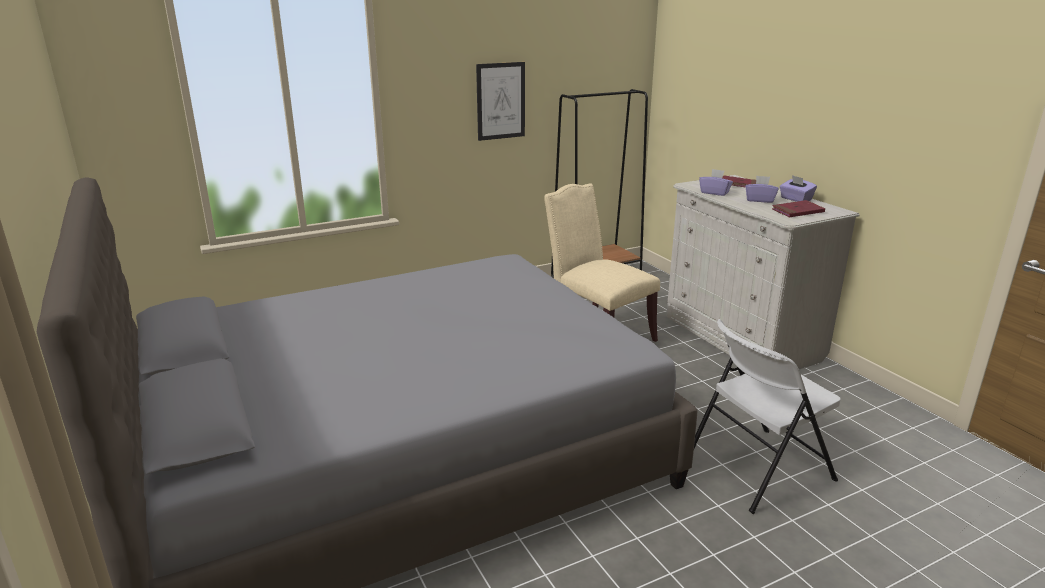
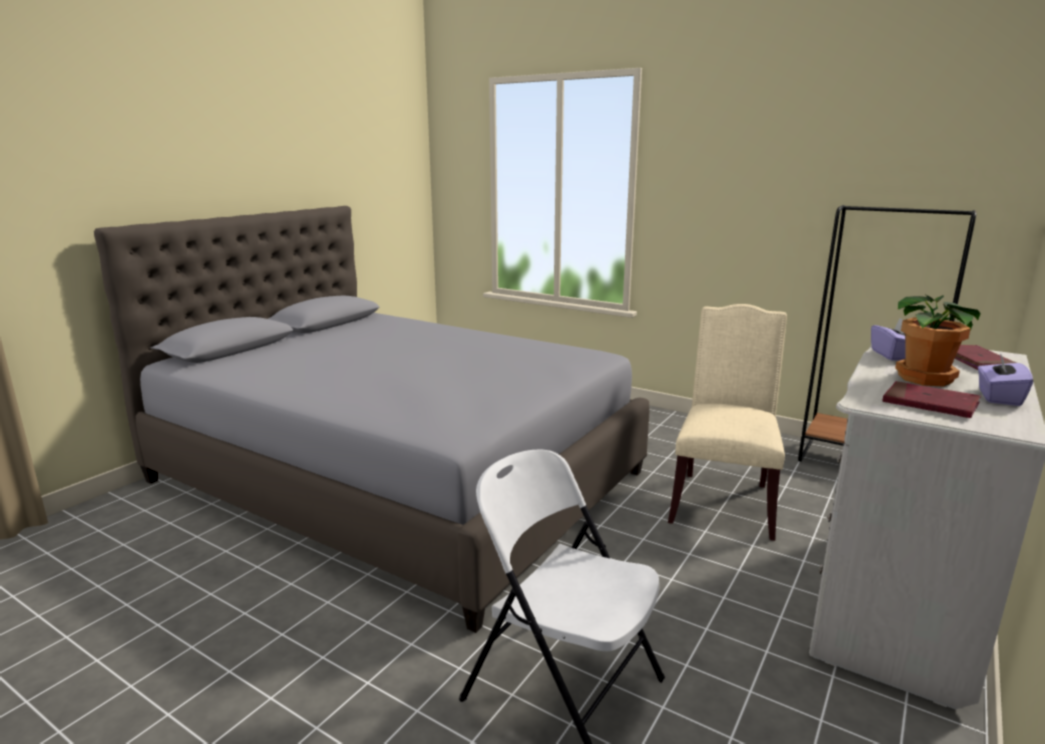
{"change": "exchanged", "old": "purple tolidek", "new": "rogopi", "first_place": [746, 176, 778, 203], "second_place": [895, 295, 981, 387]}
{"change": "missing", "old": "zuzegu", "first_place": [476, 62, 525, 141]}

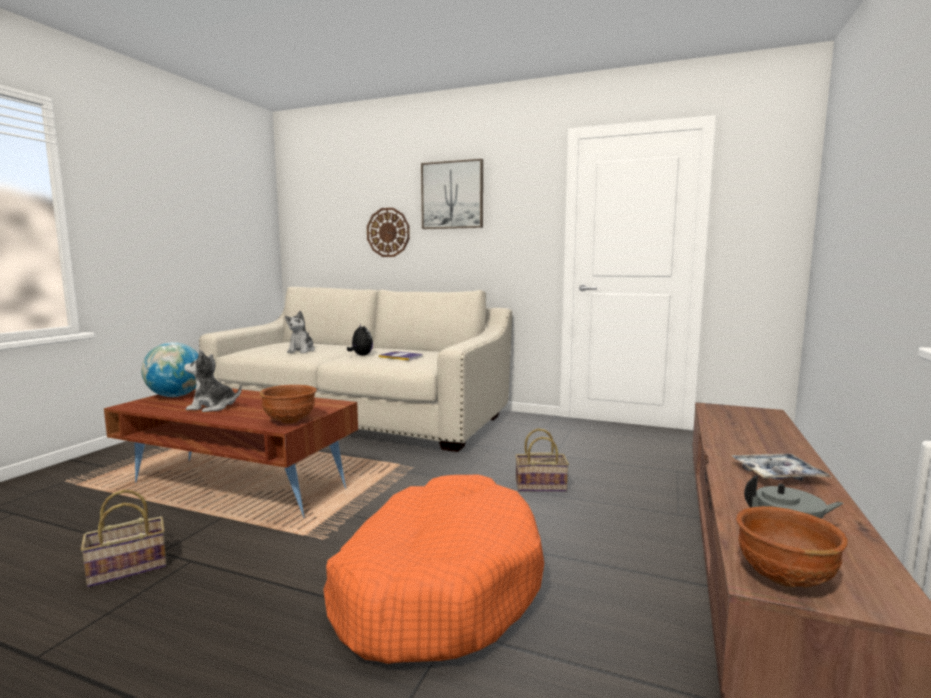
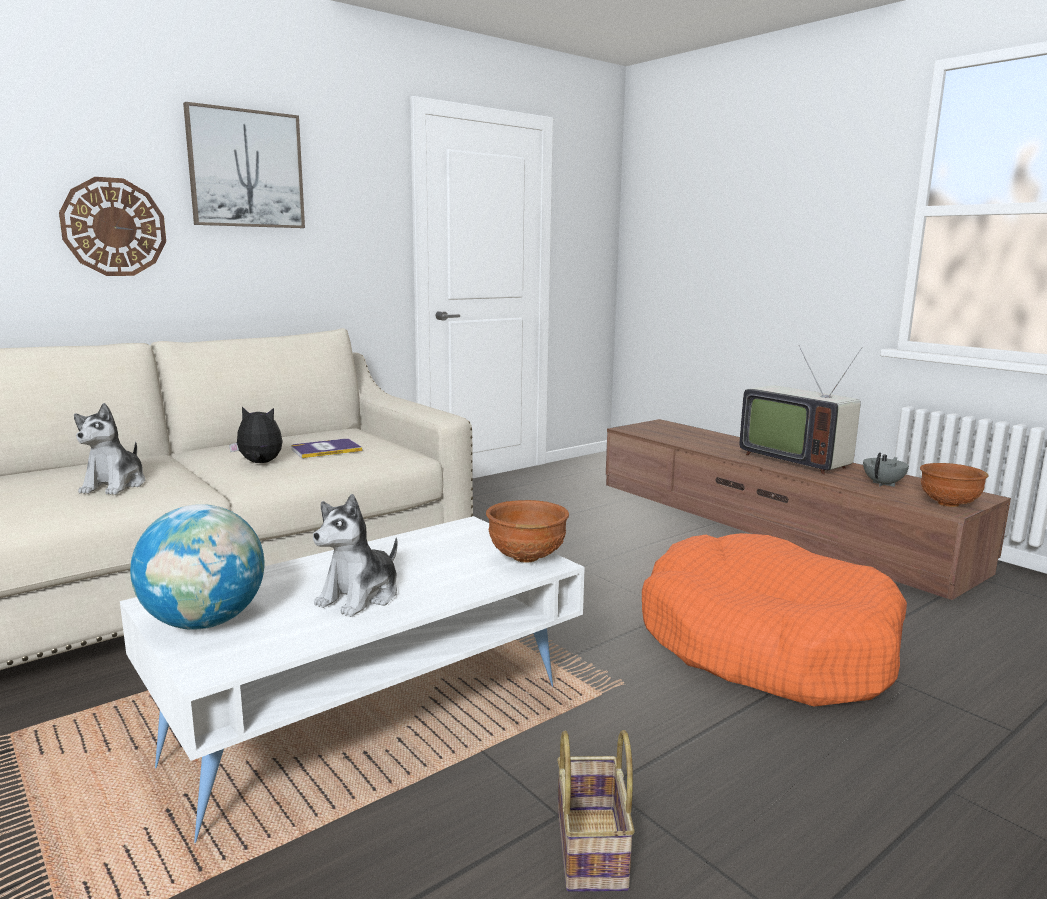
{"change": "spun", "old": "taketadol", "first_place": [285, 311, 315, 353], "second_place": [74, 403, 145, 495], "degrees": 60}
{"change": "colour", "old": "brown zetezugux", "new": "white zetezugux", "first_place": [104, 388, 358, 518], "second_place": [120, 516, 585, 843]}
{"change": "exchanged", "old": "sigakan", "new": "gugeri", "first_place": [732, 454, 833, 481], "second_place": [740, 345, 862, 475]}
{"change": "missing", "old": "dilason", "first_place": [515, 428, 569, 492]}

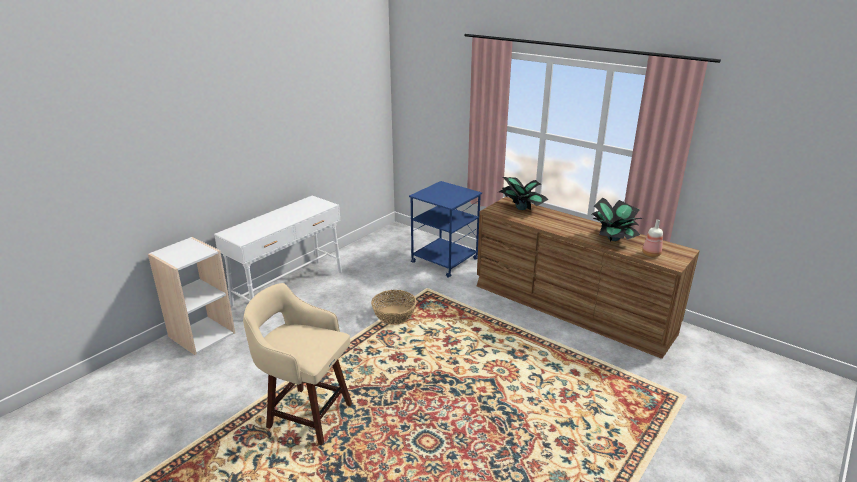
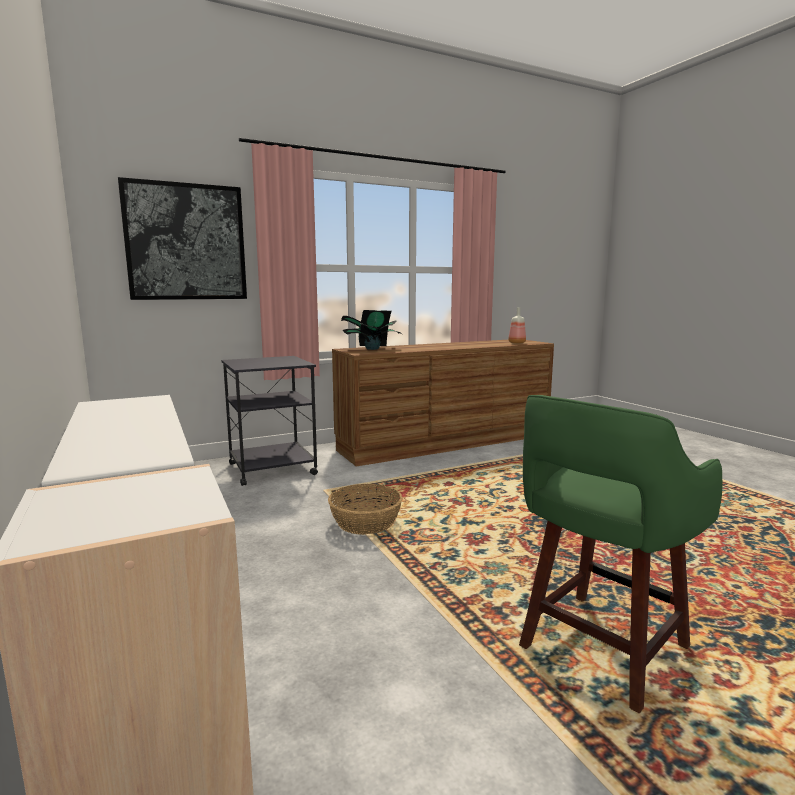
{"change": "appeared", "new": "zuzegu", "second_place": [118, 177, 247, 300]}
{"change": "colour", "old": "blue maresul", "new": "black maresul", "first_place": [409, 181, 482, 278], "second_place": [221, 356, 318, 486]}
{"change": "colour", "old": "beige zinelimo", "new": "green zinelimo", "first_place": [243, 283, 352, 445], "second_place": [519, 395, 722, 713]}
{"change": "missing", "old": "rogopi", "first_place": [592, 197, 643, 241]}

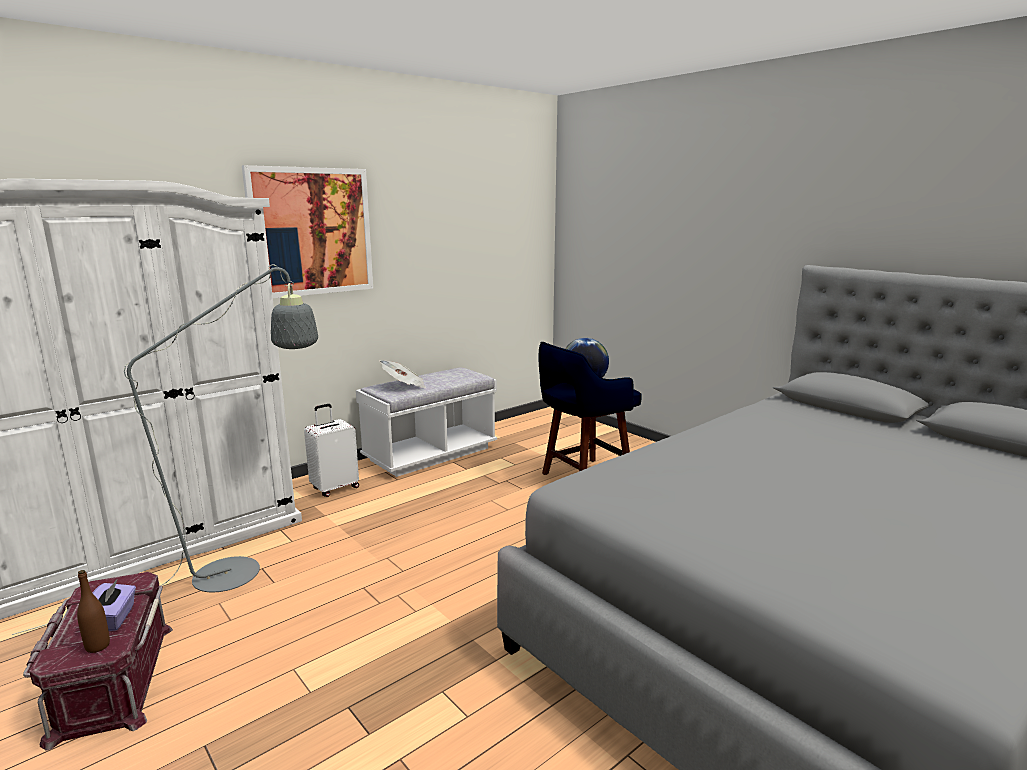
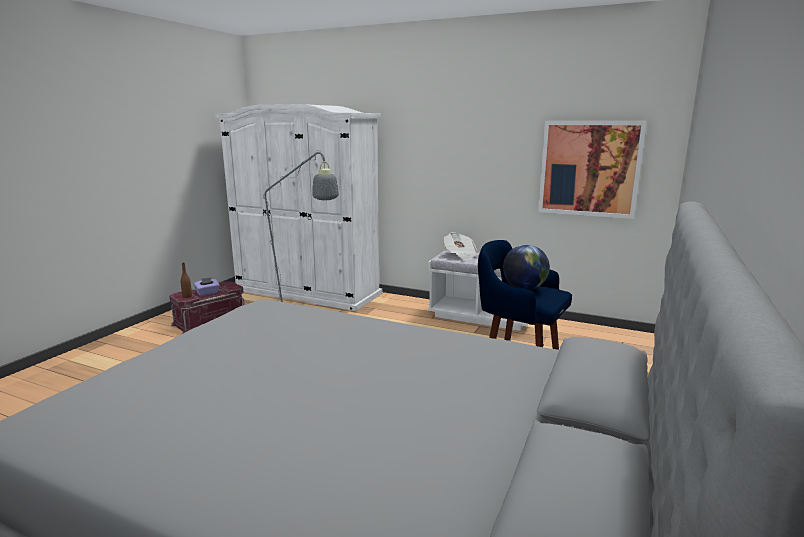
{"change": "relocated", "old": "zuzegu", "first_place": [242, 165, 373, 298], "second_place": [538, 121, 647, 219]}
{"change": "missing", "old": "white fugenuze", "first_place": [304, 404, 359, 497]}

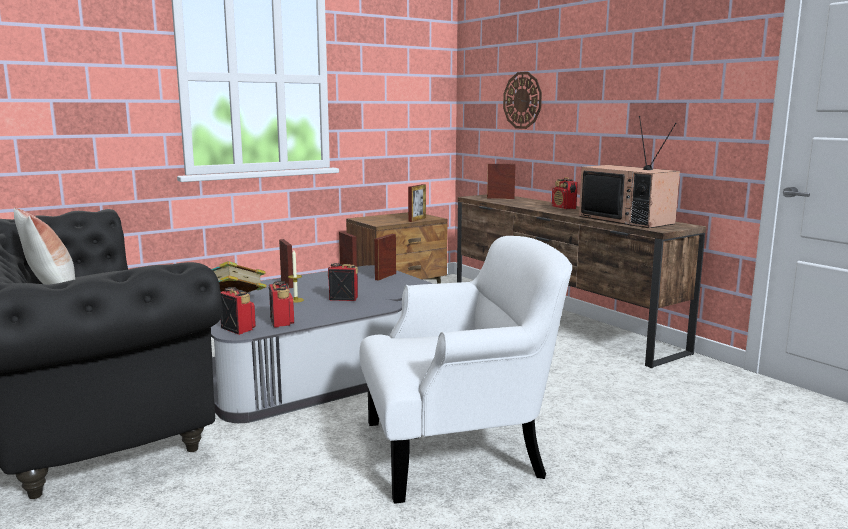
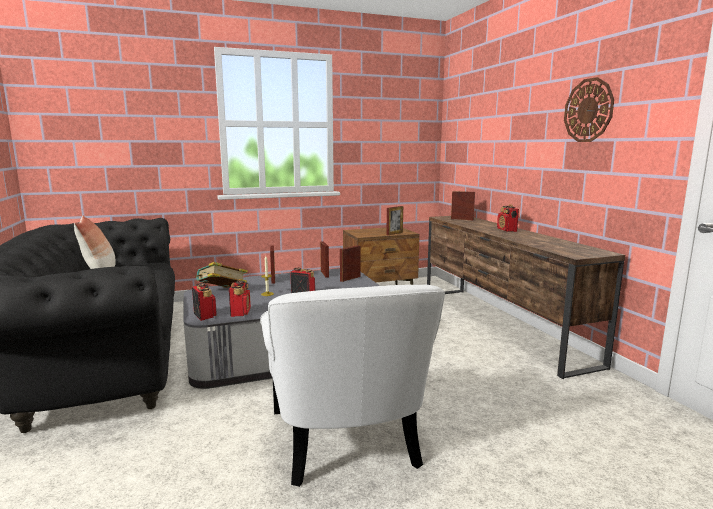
{"change": "spun", "old": "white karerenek", "first_place": [359, 236, 572, 504], "second_place": [260, 285, 445, 487], "degrees": 75}
{"change": "relocated", "old": "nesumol", "first_place": [503, 72, 542, 129], "second_place": [564, 77, 614, 142]}
{"change": "missing", "old": "gugeri", "first_place": [579, 116, 680, 228]}

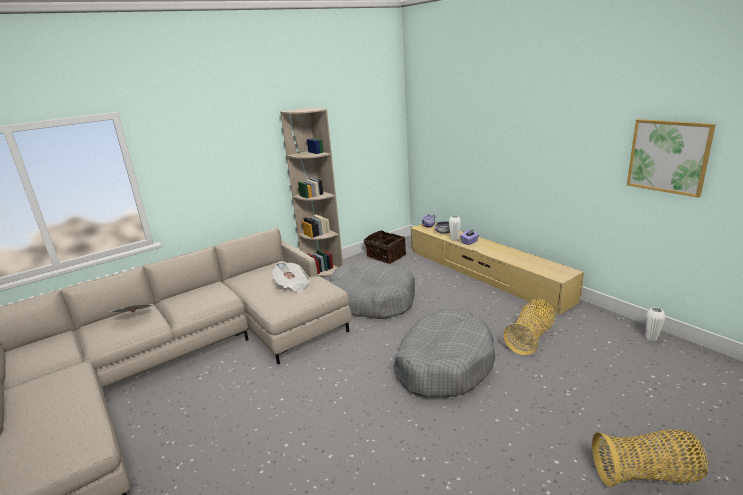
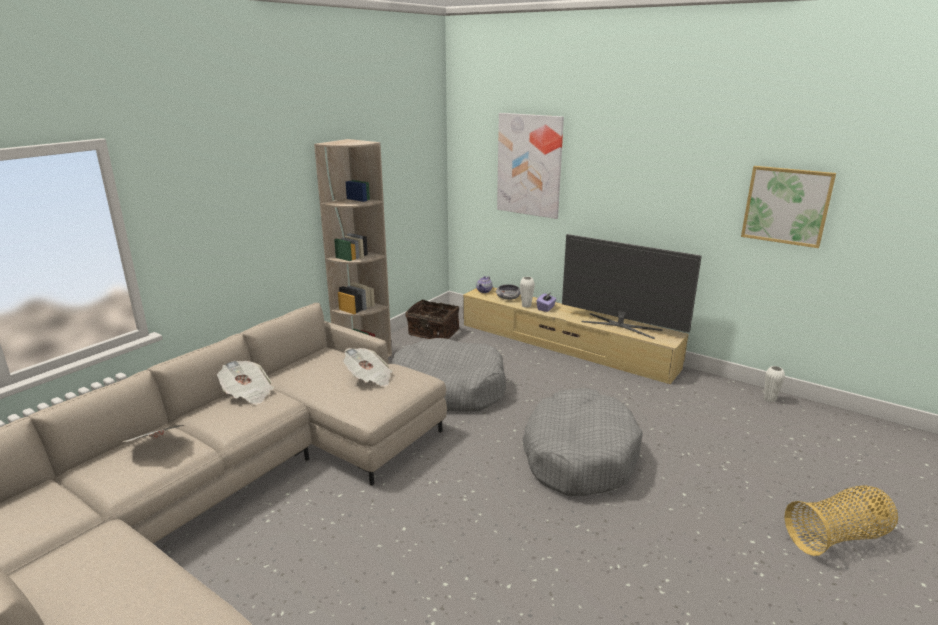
{"change": "appeared", "new": "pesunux", "second_place": [217, 361, 274, 405]}
{"change": "appeared", "new": "zuzegu", "second_place": [497, 113, 564, 219]}
{"change": "appeared", "new": "gugeri", "second_place": [562, 234, 702, 339]}
{"change": "missing", "old": "dilason", "first_place": [503, 299, 555, 355]}

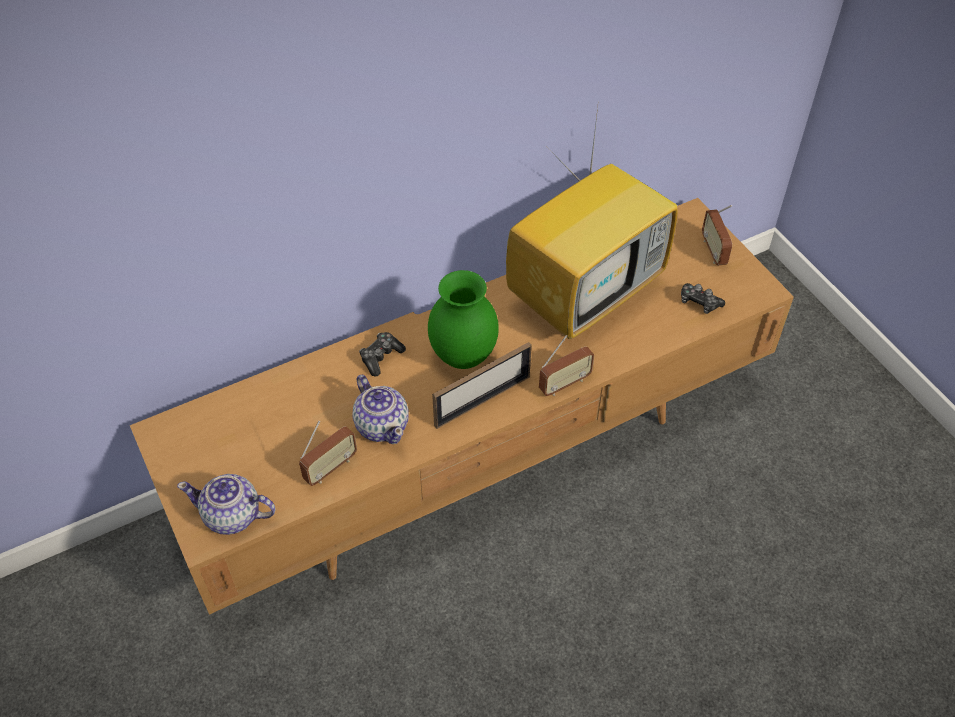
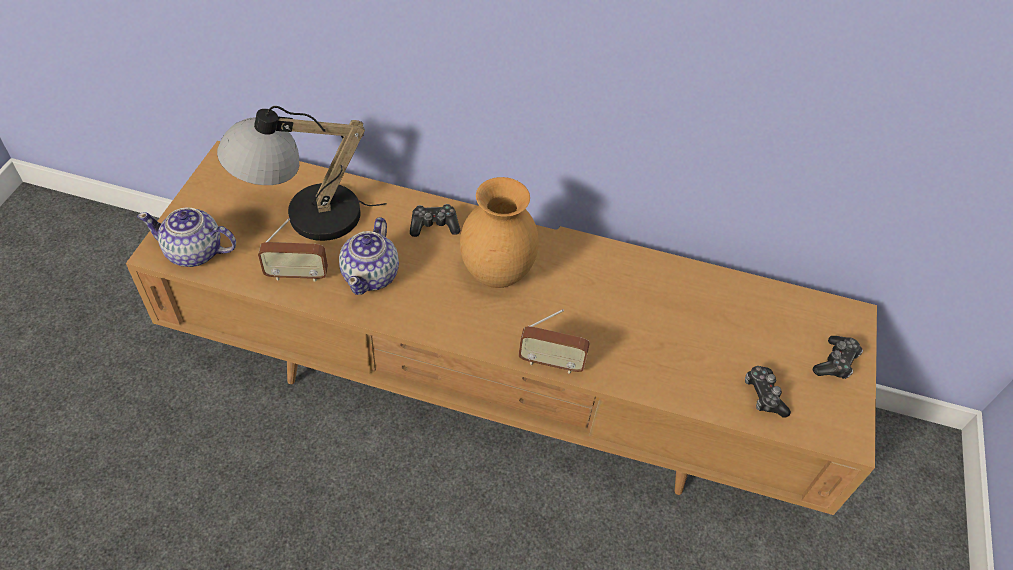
{"change": "spun", "old": "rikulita", "first_place": [177, 474, 276, 535], "second_place": [137, 207, 236, 267], "degrees": -45}
{"change": "appeared", "new": "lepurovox", "second_place": [217, 106, 387, 241]}
{"change": "colour", "old": "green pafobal", "new": "brown pafobal", "first_place": [428, 270, 499, 369], "second_place": [460, 177, 539, 288]}
{"change": "exchanged", "old": "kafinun", "new": "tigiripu", "first_place": [702, 205, 732, 266], "second_place": [813, 336, 863, 379]}
{"change": "missing", "old": "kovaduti", "first_place": [432, 342, 532, 429]}
{"change": "missing", "old": "gugeri", "first_place": [506, 99, 678, 339]}

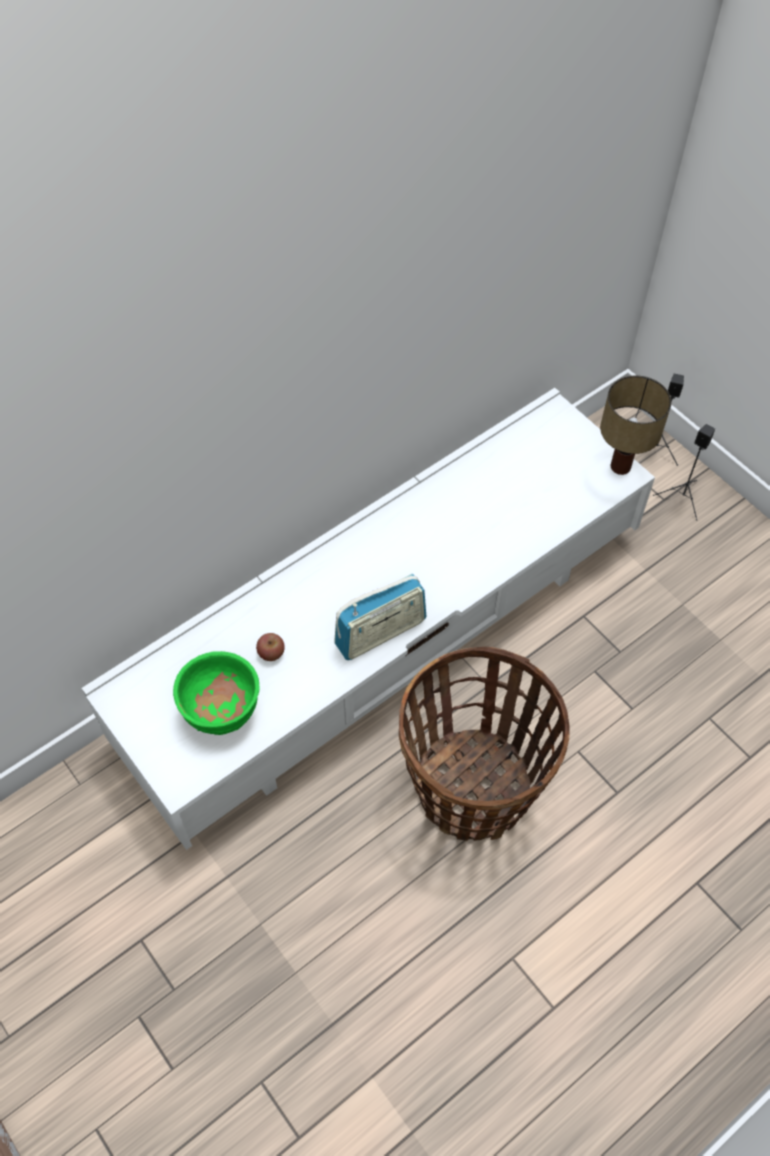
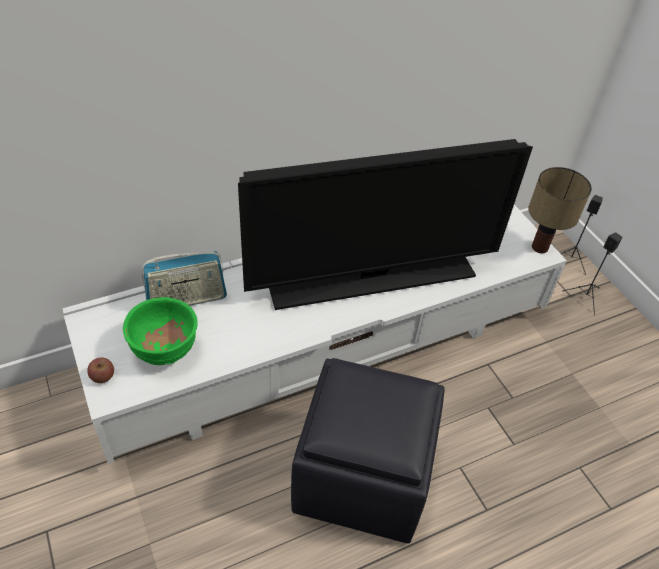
{"change": "relocated", "old": "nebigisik", "first_place": [256, 633, 285, 661], "second_place": [87, 358, 114, 383]}
{"change": "relocated", "old": "kafinun", "first_place": [334, 574, 426, 660], "second_place": [142, 251, 227, 306]}
{"change": "appeared", "new": "gugeri", "second_place": [238, 139, 533, 310]}
{"change": "exchanged", "old": "dilason", "new": "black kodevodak", "first_place": [399, 647, 570, 841], "second_place": [291, 358, 445, 544]}

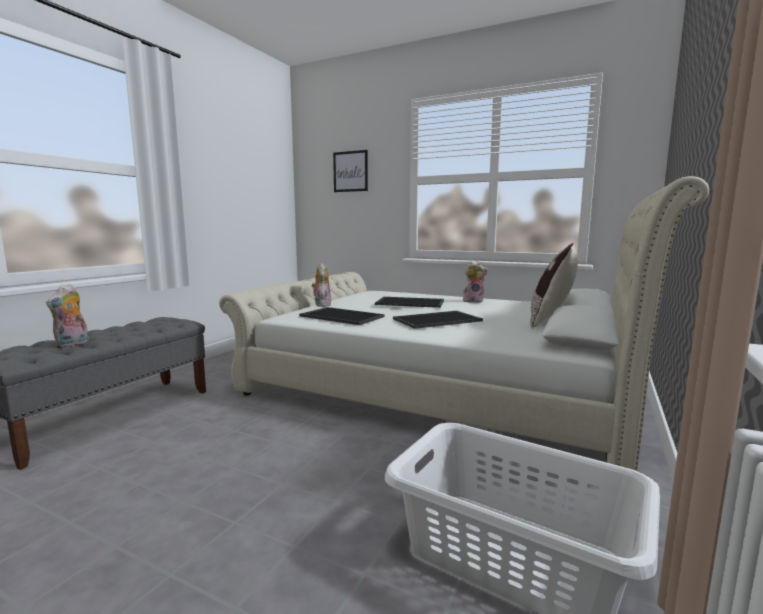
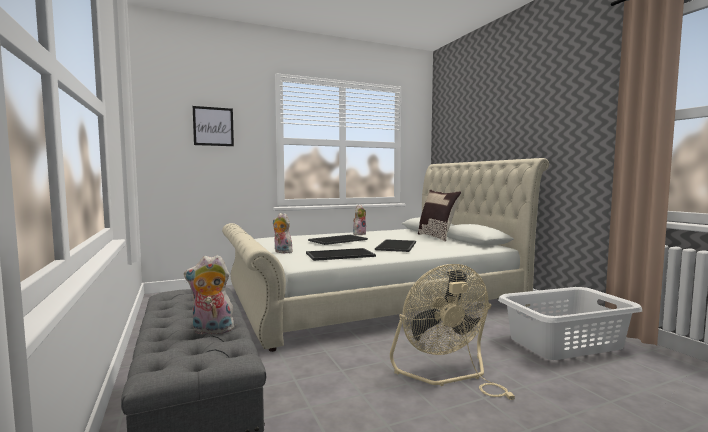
{"change": "spun", "old": "taketadol", "first_place": [46, 284, 89, 348], "second_place": [184, 255, 234, 335], "degrees": 120}
{"change": "appeared", "new": "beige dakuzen", "second_place": [390, 264, 515, 400]}

